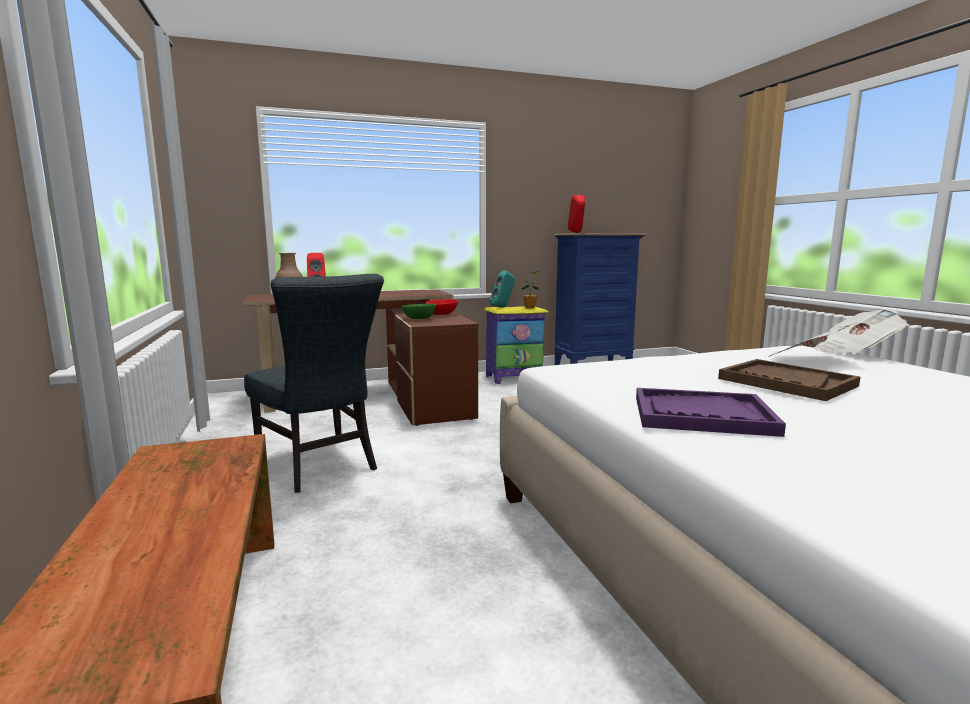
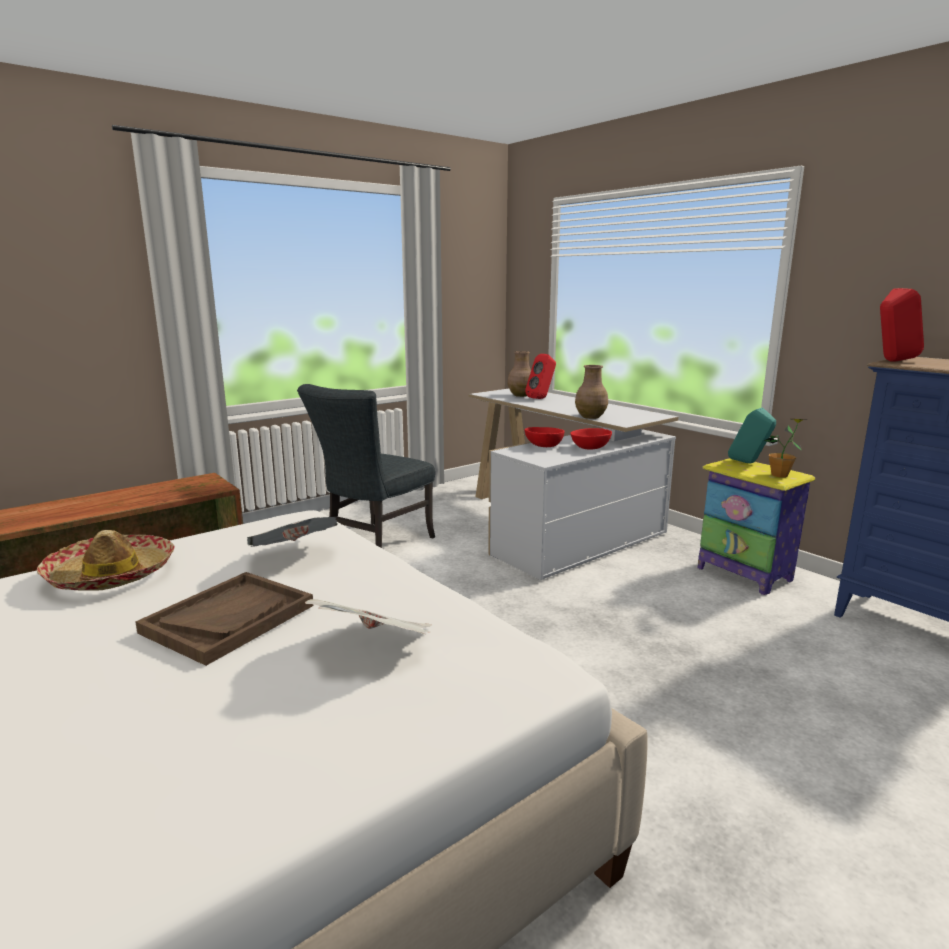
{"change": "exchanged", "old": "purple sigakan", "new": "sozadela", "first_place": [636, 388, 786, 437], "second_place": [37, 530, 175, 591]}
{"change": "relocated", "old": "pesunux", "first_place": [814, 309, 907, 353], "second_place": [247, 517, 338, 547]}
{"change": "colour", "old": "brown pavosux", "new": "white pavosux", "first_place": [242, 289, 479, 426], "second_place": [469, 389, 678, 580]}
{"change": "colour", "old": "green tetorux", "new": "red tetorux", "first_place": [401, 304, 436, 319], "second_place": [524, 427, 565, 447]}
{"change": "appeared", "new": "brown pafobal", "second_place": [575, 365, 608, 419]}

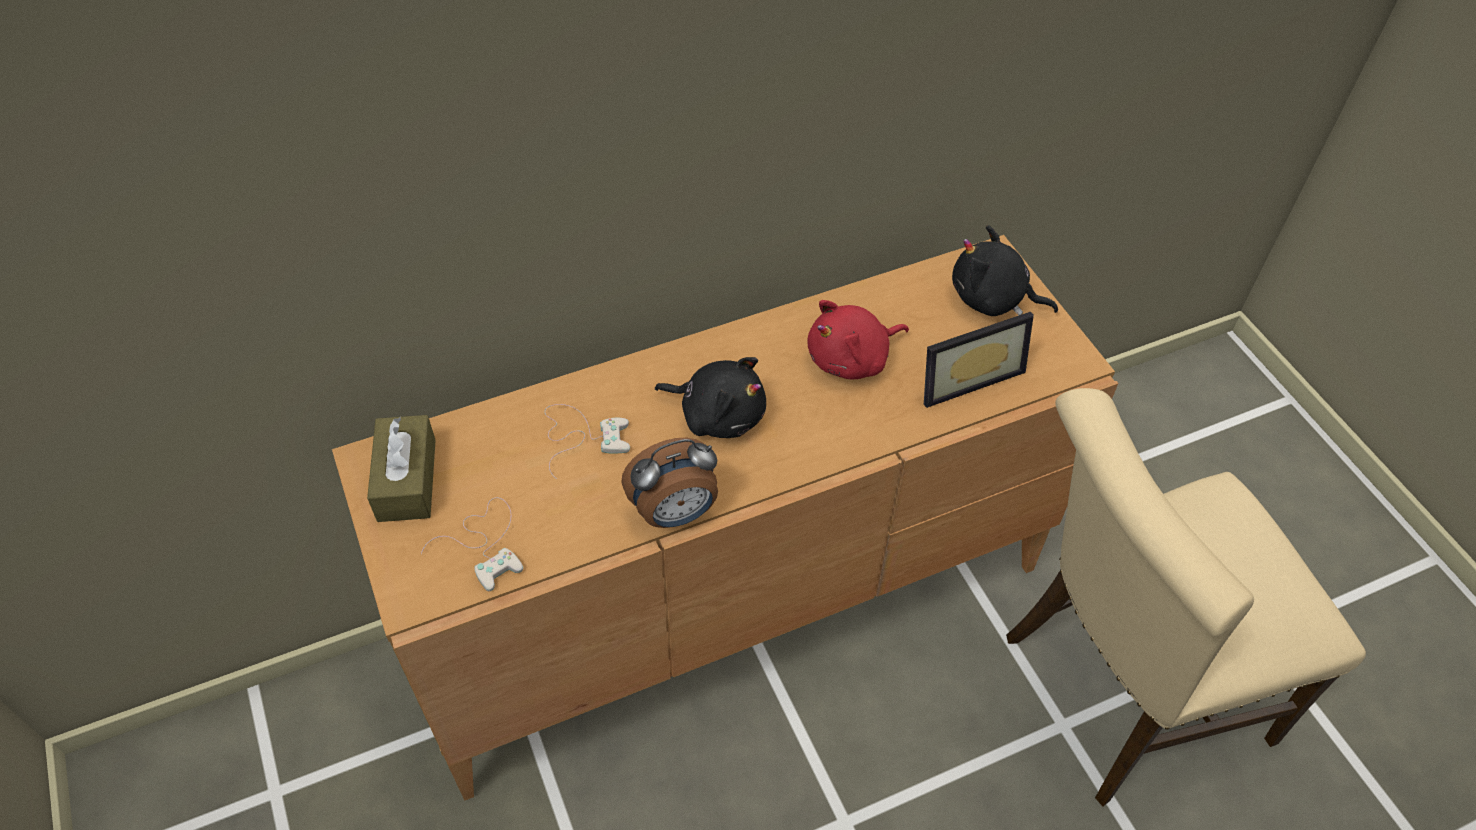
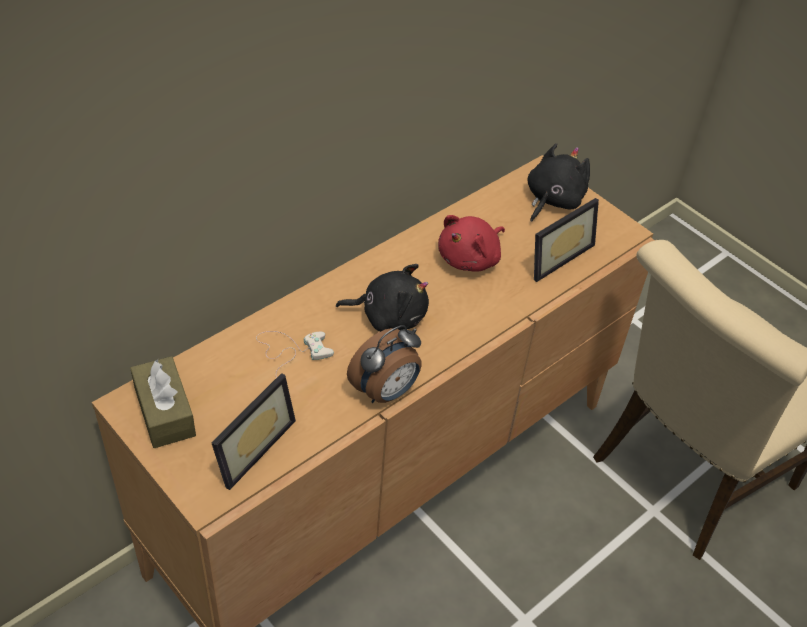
{"change": "exchanged", "old": "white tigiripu", "new": "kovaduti", "first_place": [421, 497, 523, 591], "second_place": [211, 373, 296, 490]}
{"change": "spun", "old": "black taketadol", "first_place": [952, 225, 1058, 316], "second_place": [528, 143, 590, 222], "degrees": 120}

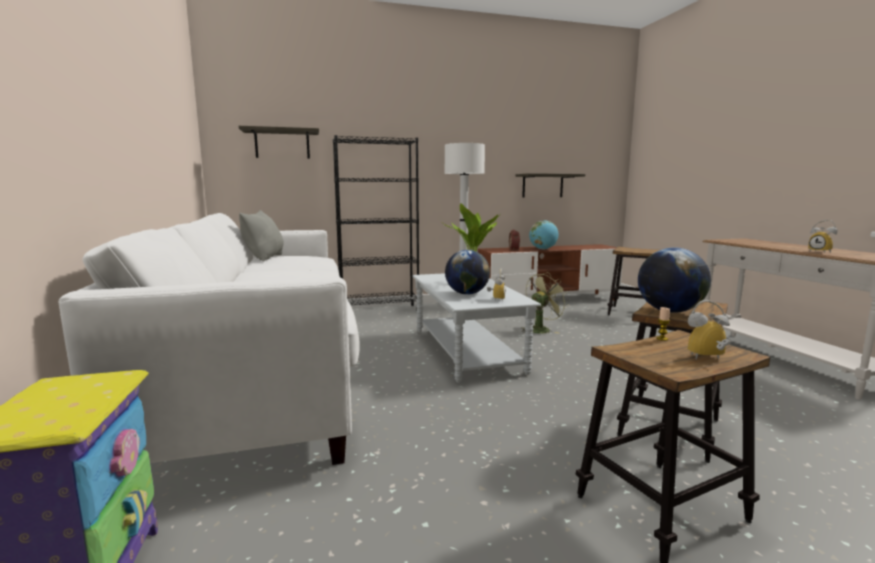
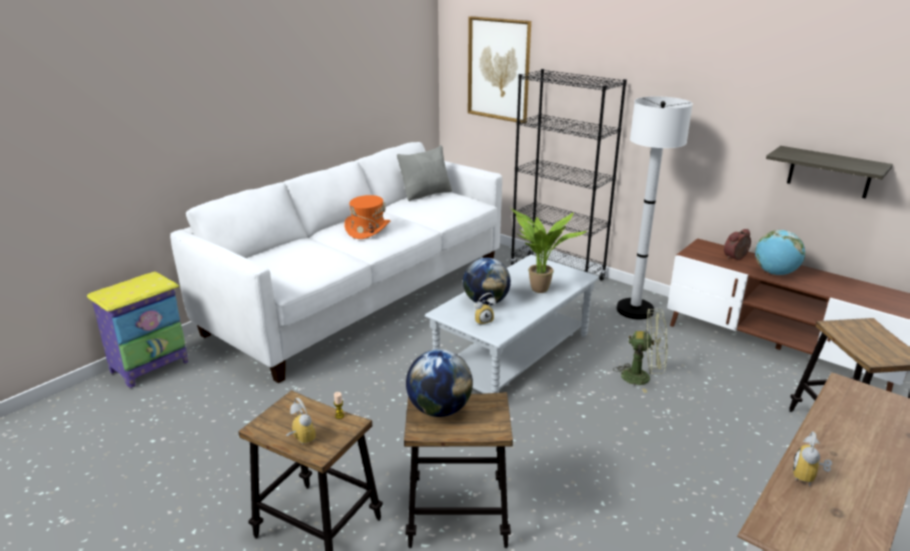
{"change": "appeared", "new": "orange sozadela", "second_place": [344, 195, 391, 239]}
{"change": "exchanged", "old": "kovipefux", "new": "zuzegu", "first_place": [239, 126, 319, 159], "second_place": [468, 16, 531, 124]}

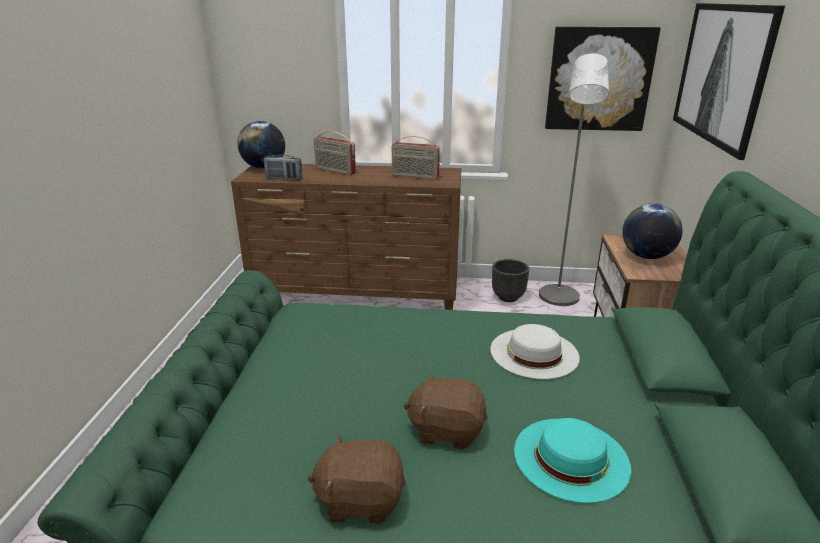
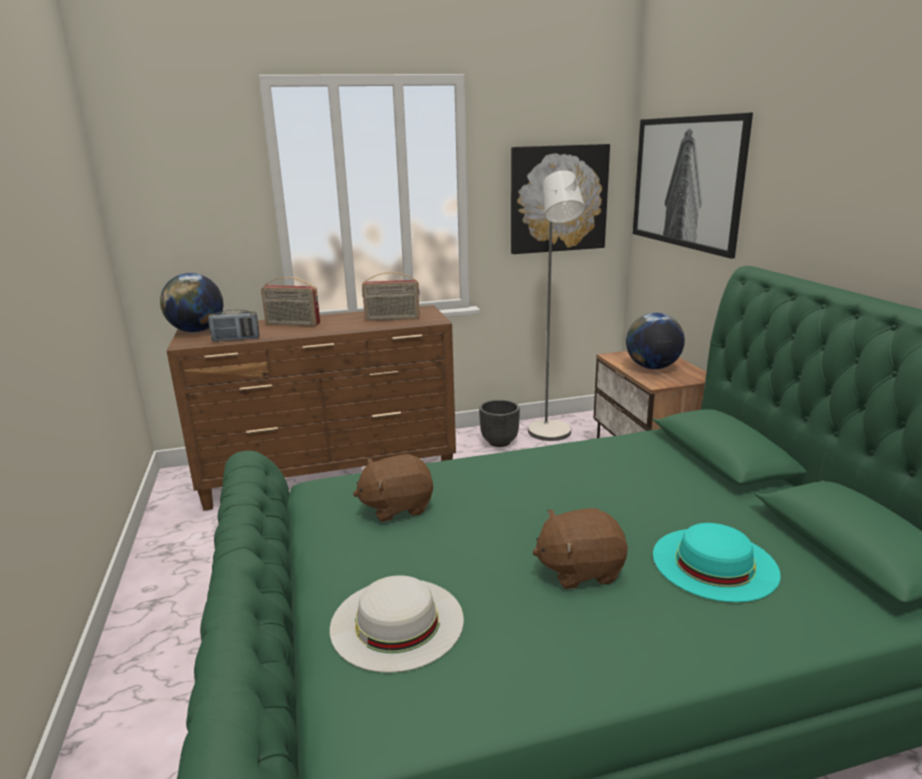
{"change": "relocated", "old": "white sozadela", "first_place": [490, 324, 580, 379], "second_place": [330, 575, 464, 673]}
{"change": "relocated", "old": "brown taketadol", "first_place": [307, 434, 406, 524], "second_place": [353, 454, 433, 522]}

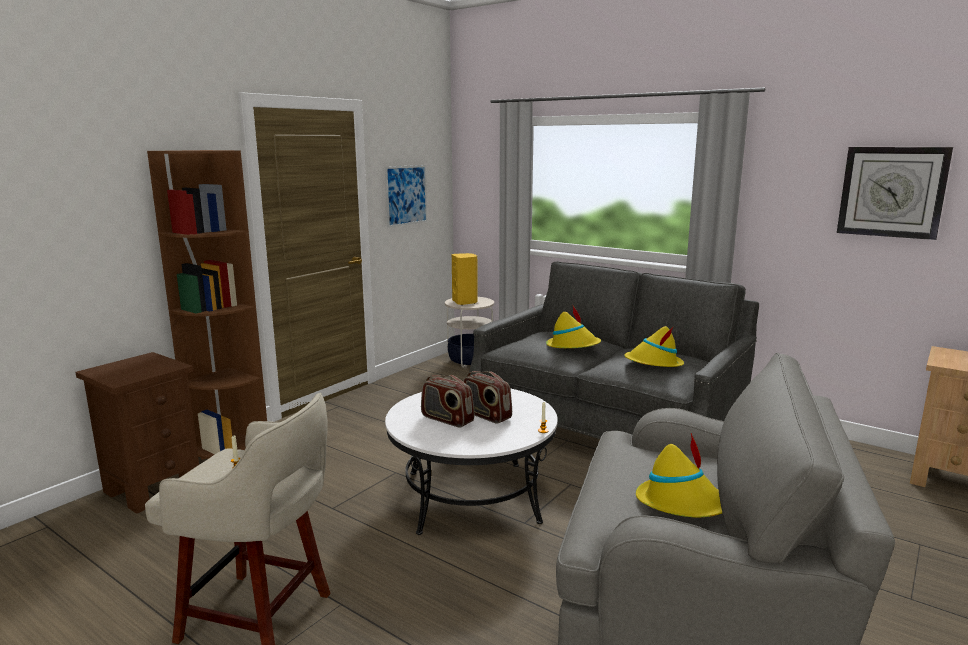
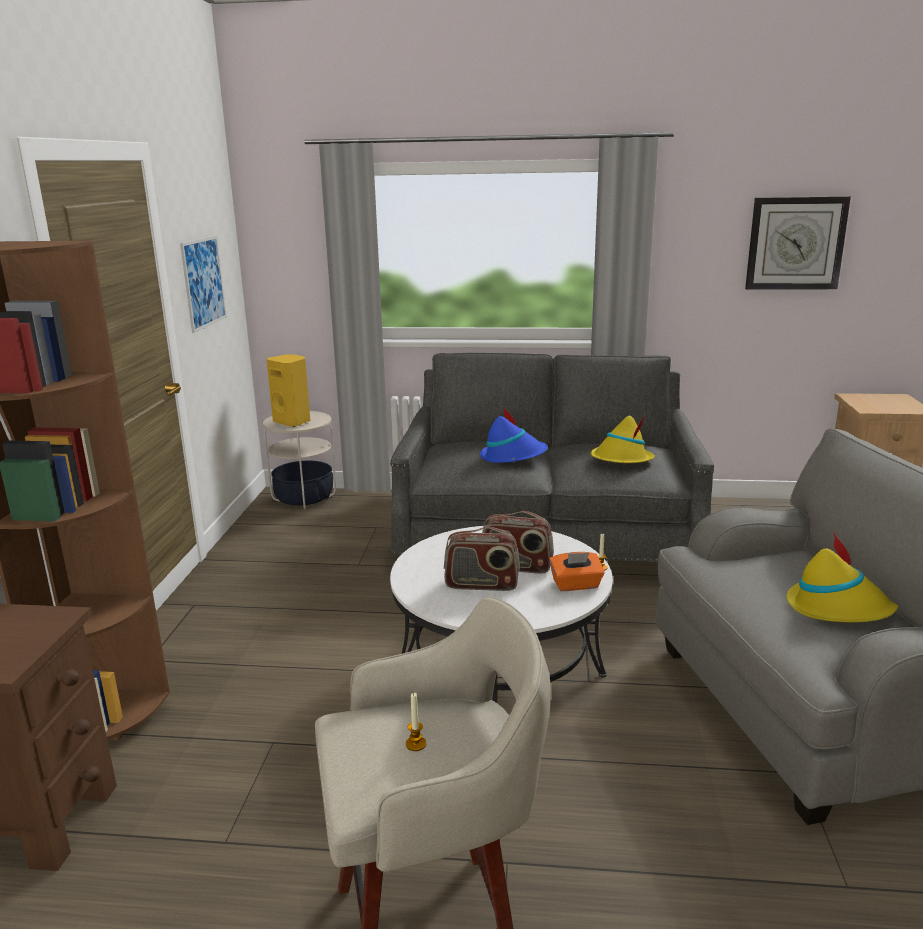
{"change": "colour", "old": "yellow sozadela", "new": "blue sozadela", "first_place": [546, 306, 601, 348], "second_place": [480, 406, 548, 463]}
{"change": "appeared", "new": "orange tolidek", "second_place": [549, 552, 605, 591]}

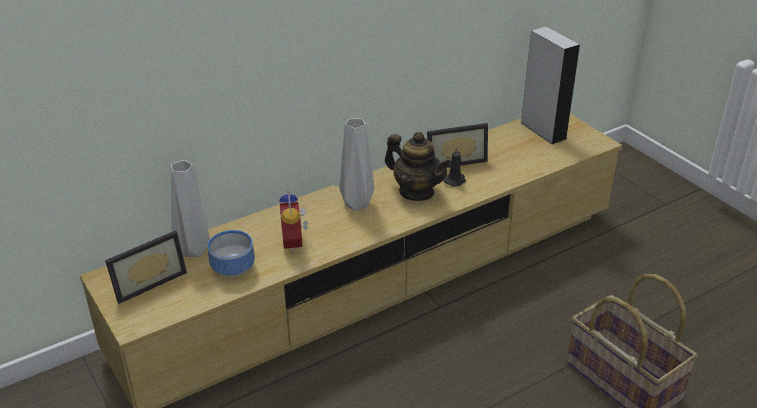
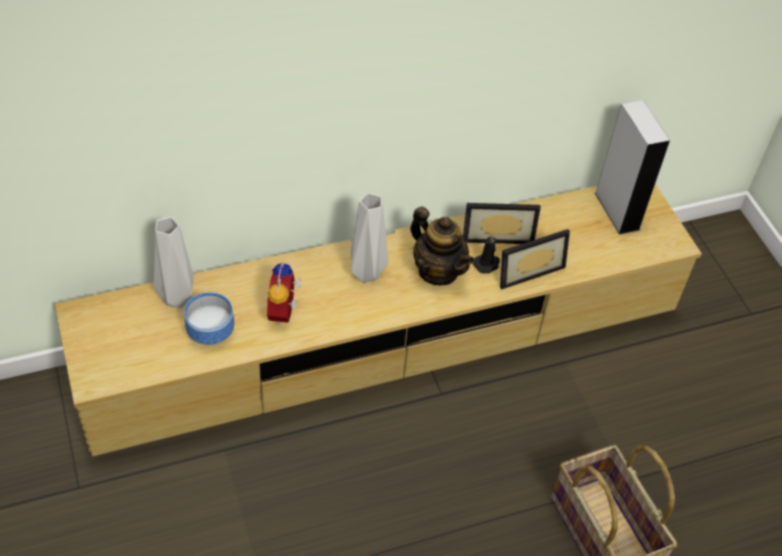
{"change": "relocated", "old": "kovaduti", "first_place": [105, 231, 187, 304], "second_place": [500, 229, 570, 289]}

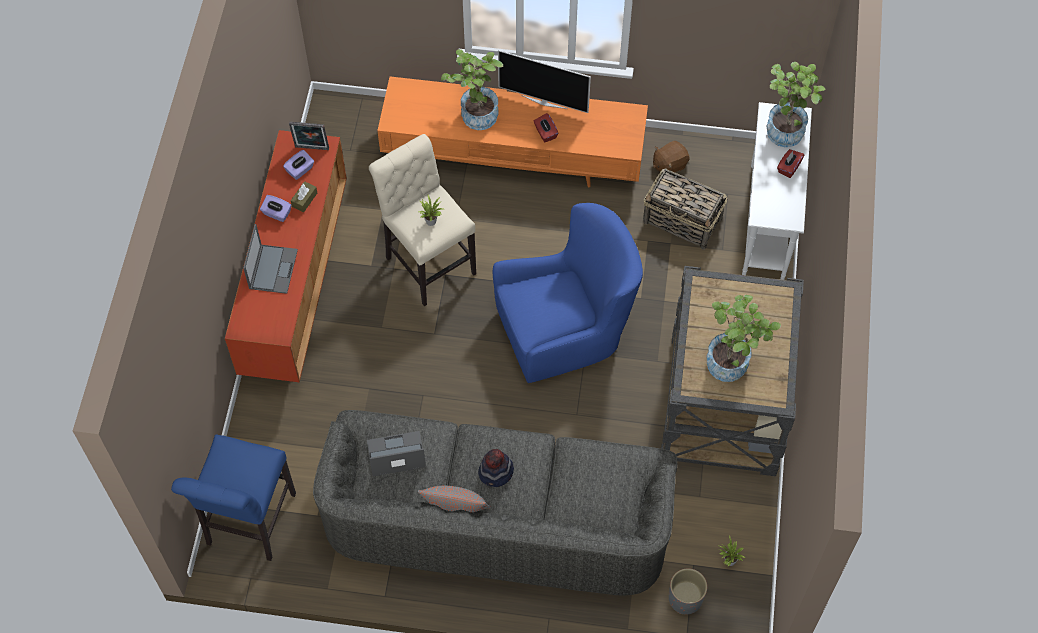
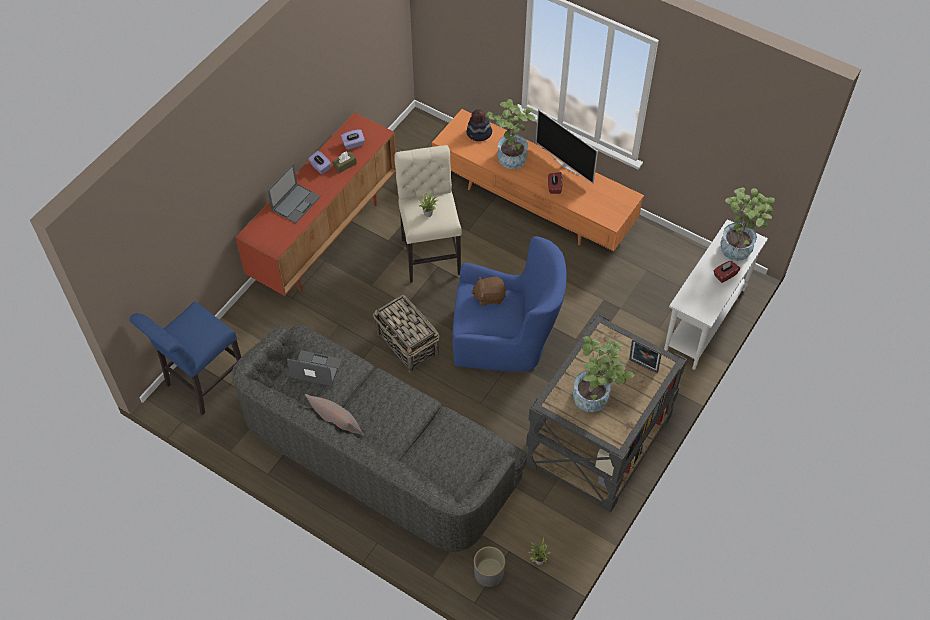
{"change": "relocated", "old": "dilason", "first_place": [643, 168, 728, 250], "second_place": [373, 295, 439, 373]}
{"change": "relocated", "old": "sozadela", "first_place": [478, 449, 514, 487], "second_place": [466, 109, 492, 141]}
{"change": "relocated", "old": "brown taketadol", "first_place": [653, 141, 690, 172], "second_place": [471, 276, 506, 306]}
{"change": "relocated", "old": "kovaduti", "first_place": [289, 122, 329, 150], "second_place": [629, 338, 662, 373]}

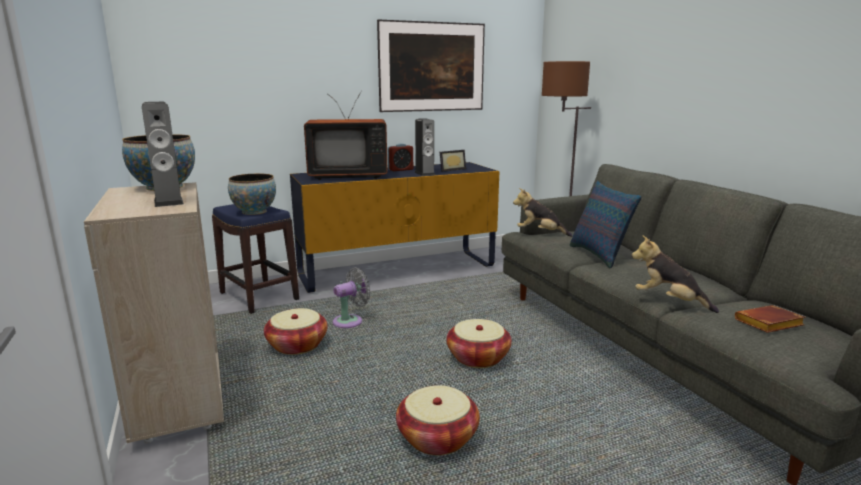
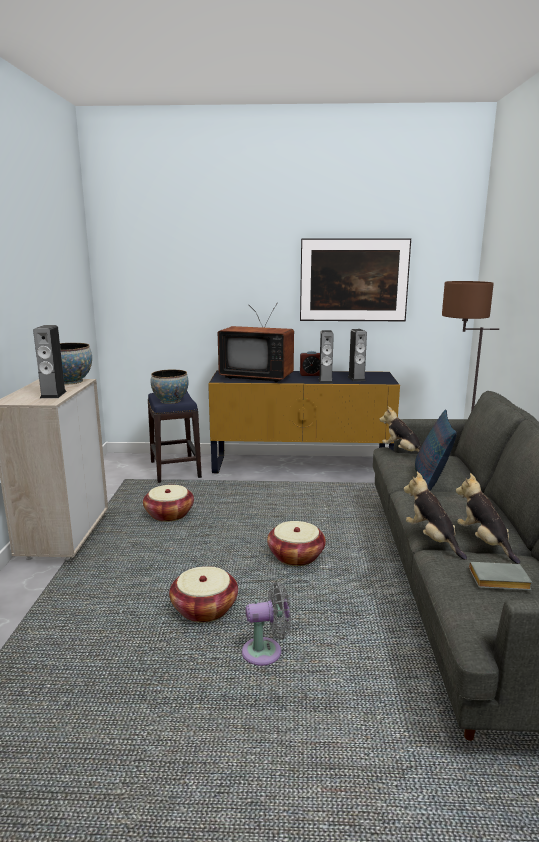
{"change": "relocated", "old": "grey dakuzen", "first_place": [333, 267, 371, 328], "second_place": [242, 582, 291, 666]}
{"change": "exchanged", "old": "kovaduti", "new": "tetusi", "first_place": [440, 150, 466, 172], "second_place": [348, 329, 367, 381]}
{"change": "appeared", "new": "taketadol", "second_place": [456, 473, 520, 564]}
{"change": "colour", "old": "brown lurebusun", "new": "grey lurebusun", "first_place": [735, 305, 806, 333], "second_place": [469, 562, 533, 590]}

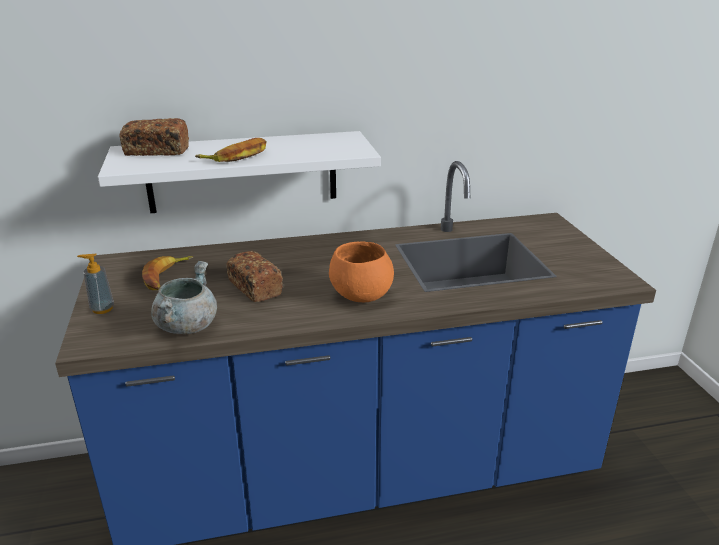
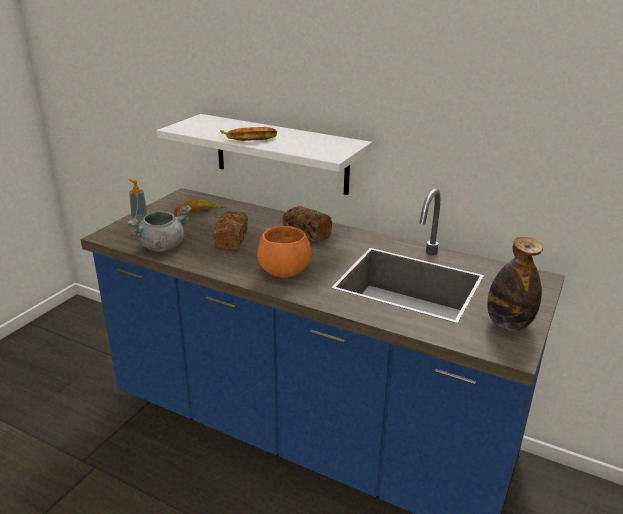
{"change": "relocated", "old": "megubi", "first_place": [120, 118, 189, 156], "second_place": [282, 206, 332, 242]}
{"change": "appeared", "new": "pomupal", "second_place": [487, 237, 543, 331]}

